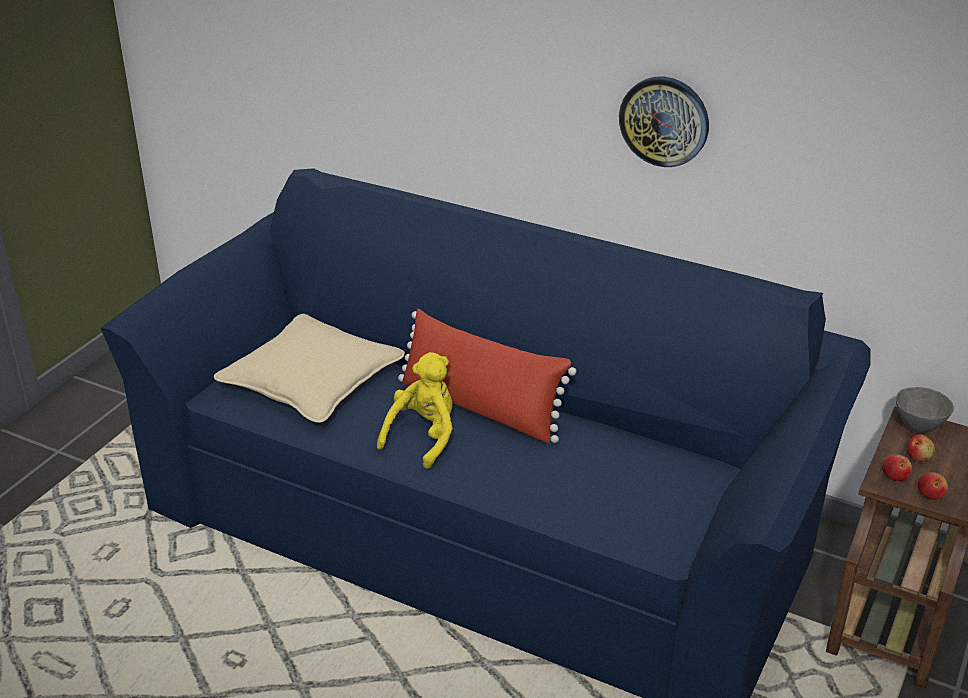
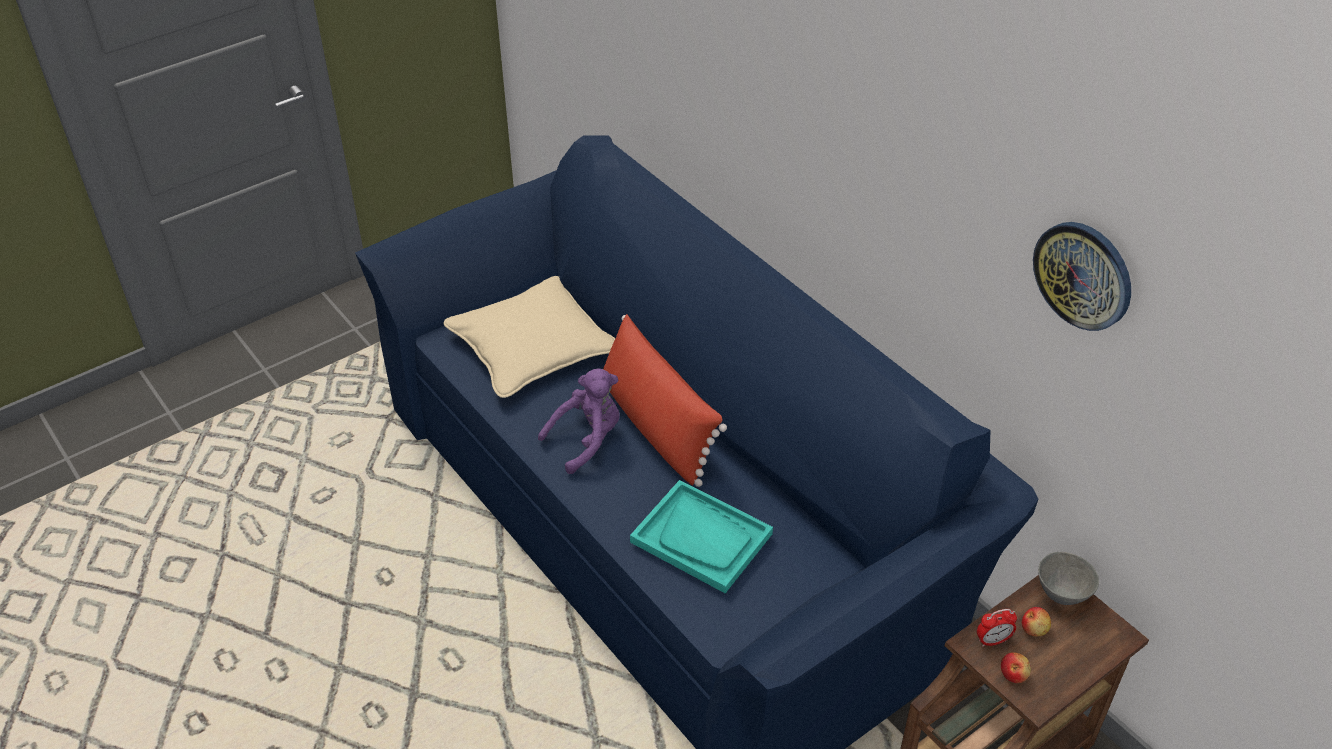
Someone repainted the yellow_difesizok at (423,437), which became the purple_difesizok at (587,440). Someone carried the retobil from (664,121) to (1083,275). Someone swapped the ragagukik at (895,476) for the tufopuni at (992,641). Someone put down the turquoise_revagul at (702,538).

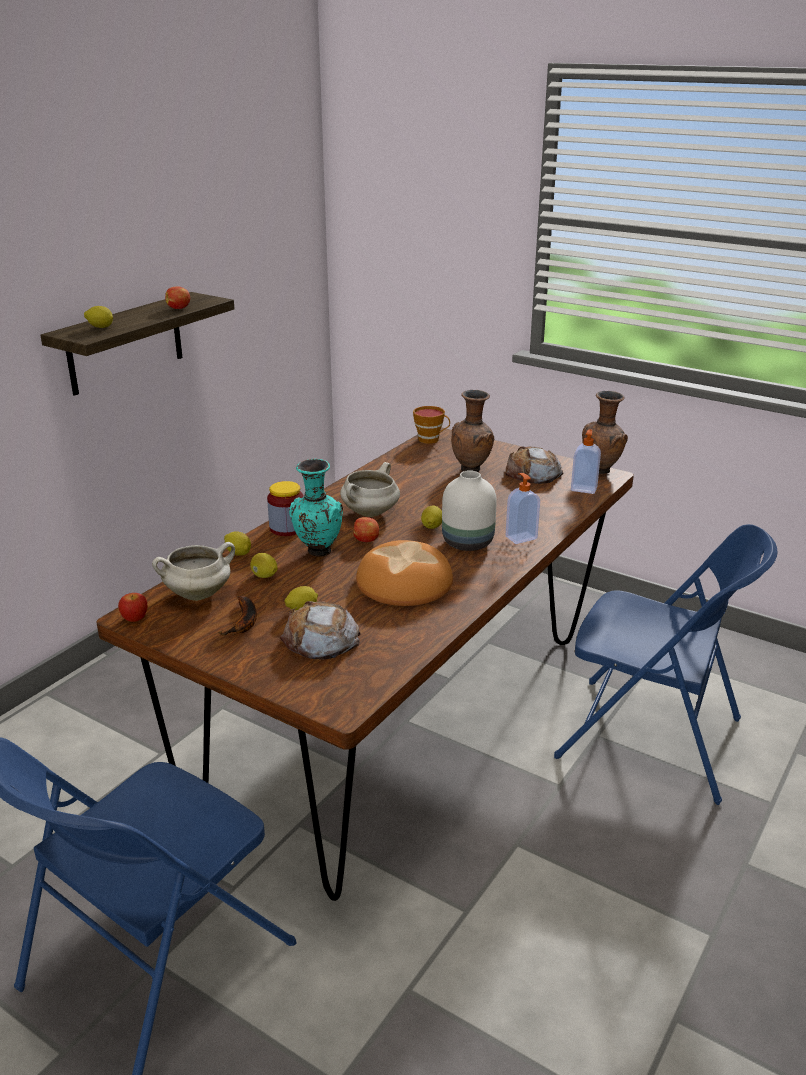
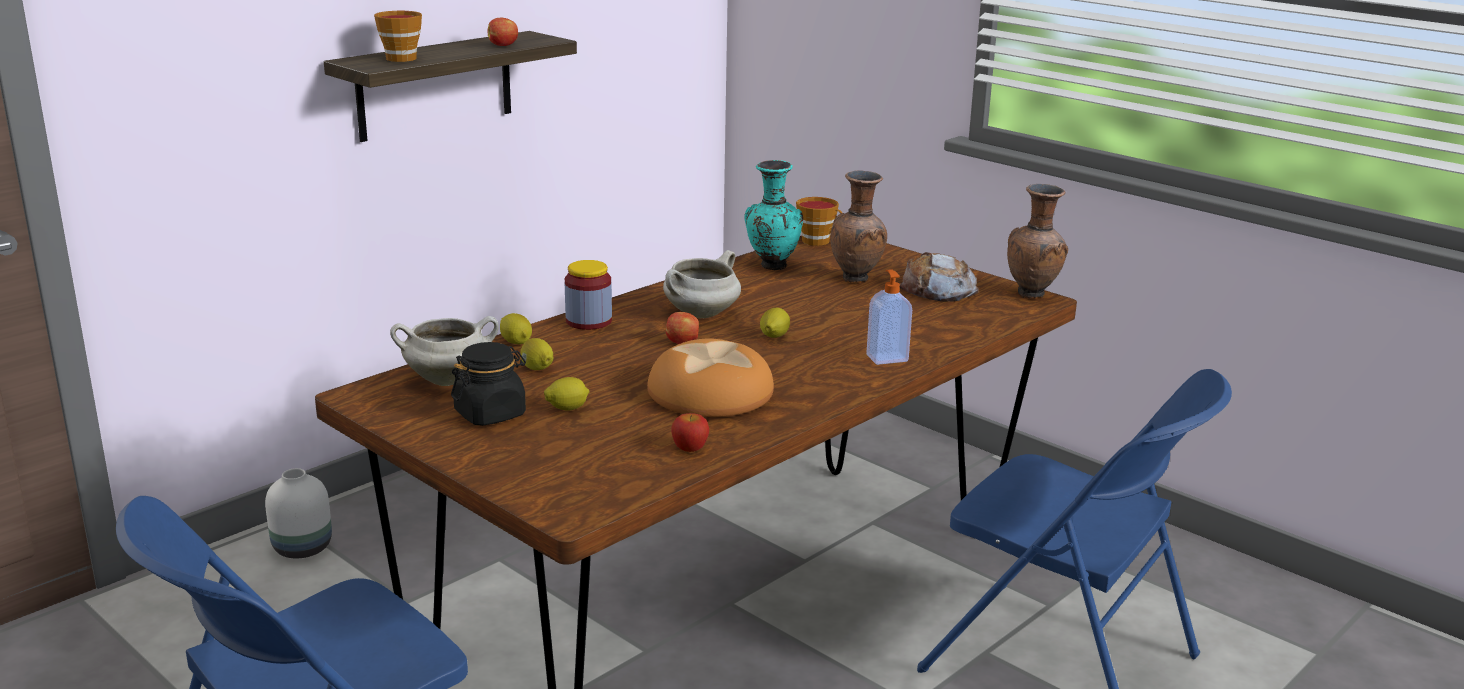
Someone swapped the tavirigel at (101,327) for the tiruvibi at (398,58). Someone carried the ragagukik from (135,618) to (690,448). Someone swapped the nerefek at (244,622) for the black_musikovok at (490,414). Someone took away the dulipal at (320,639). Someone carried the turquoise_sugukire from (317,552) to (771,267). Someone carried the white_sugukire from (466,543) to (301,548). Someone took away the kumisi at (584,488).

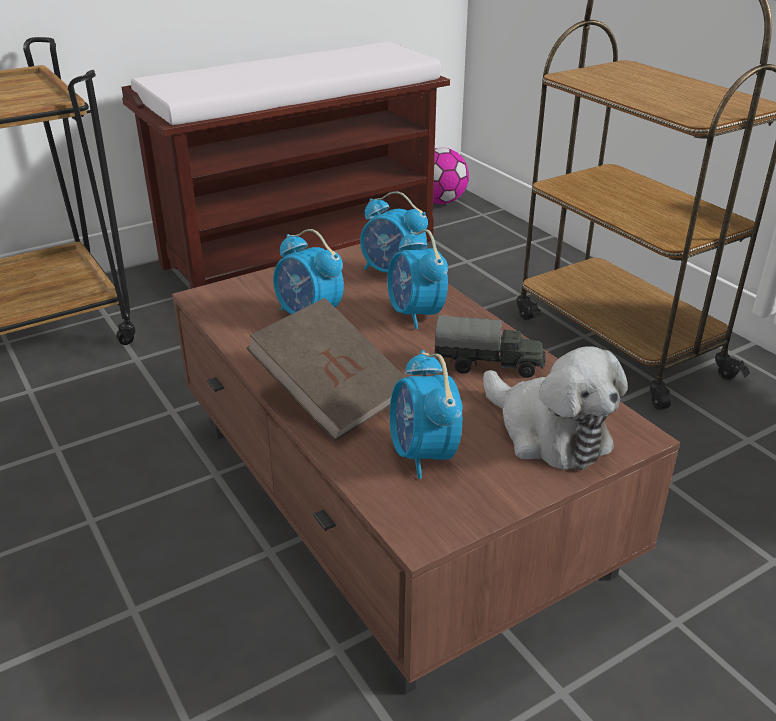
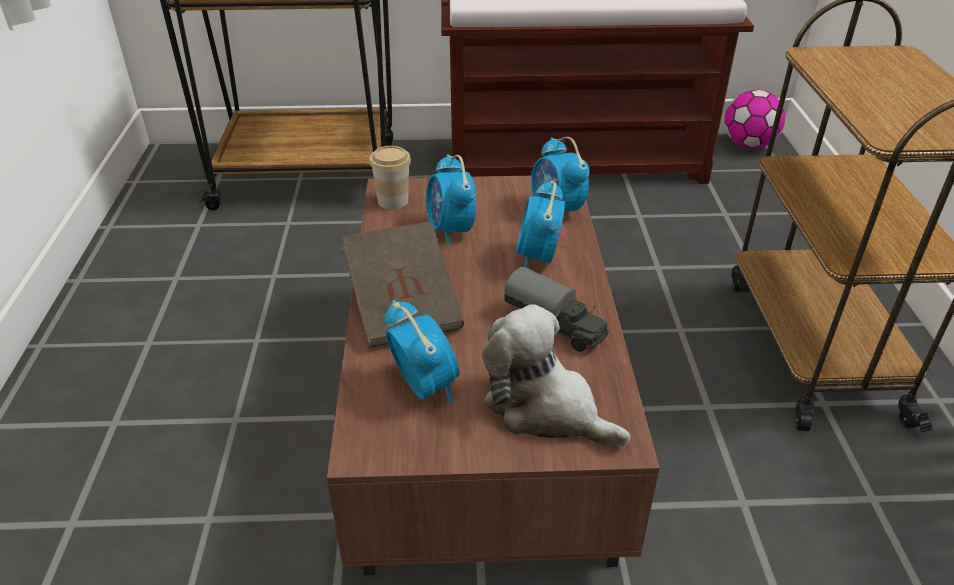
Someone rotated the tufopuni at (423,455) by 135 degrees clockwise. Someone rotated the difesizok at (548,432) by 135 degrees clockwise. Someone put down the tiruvibi at (393,201).

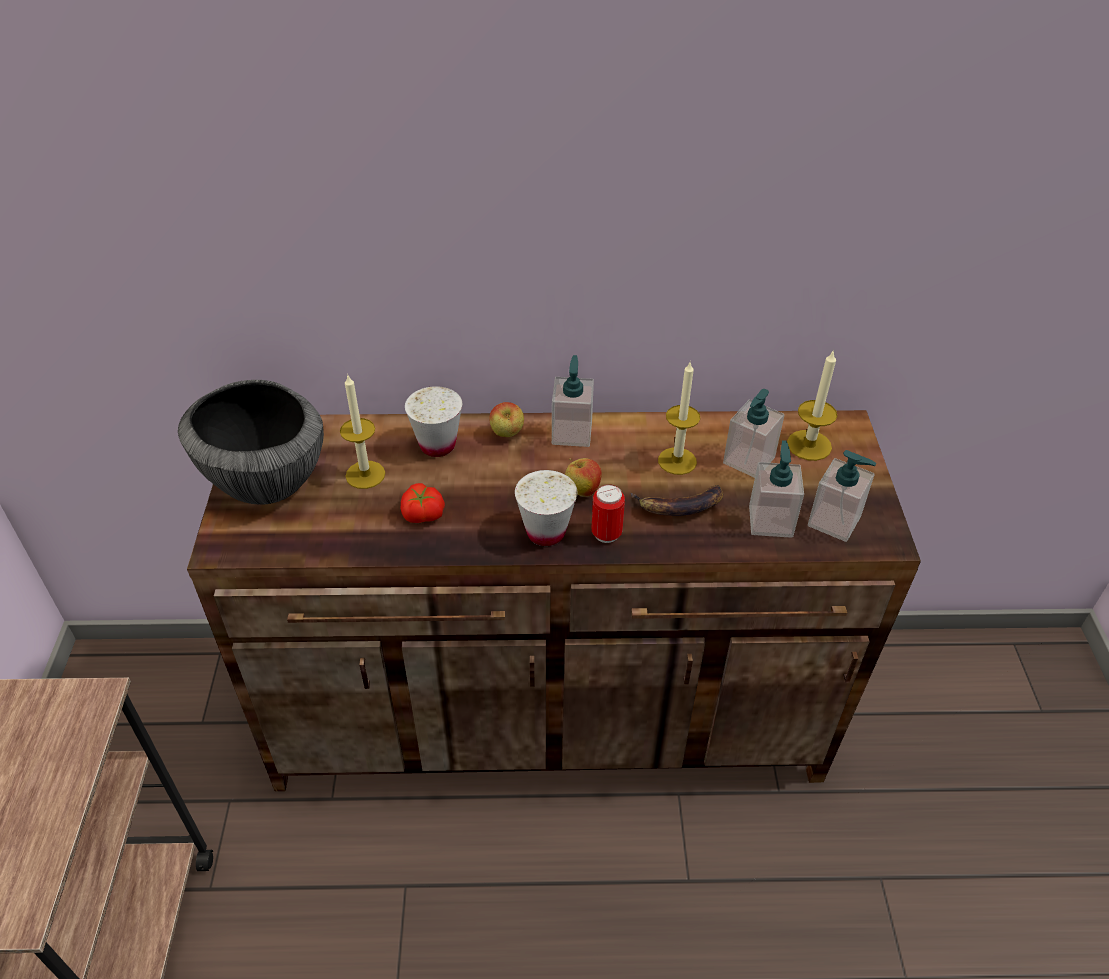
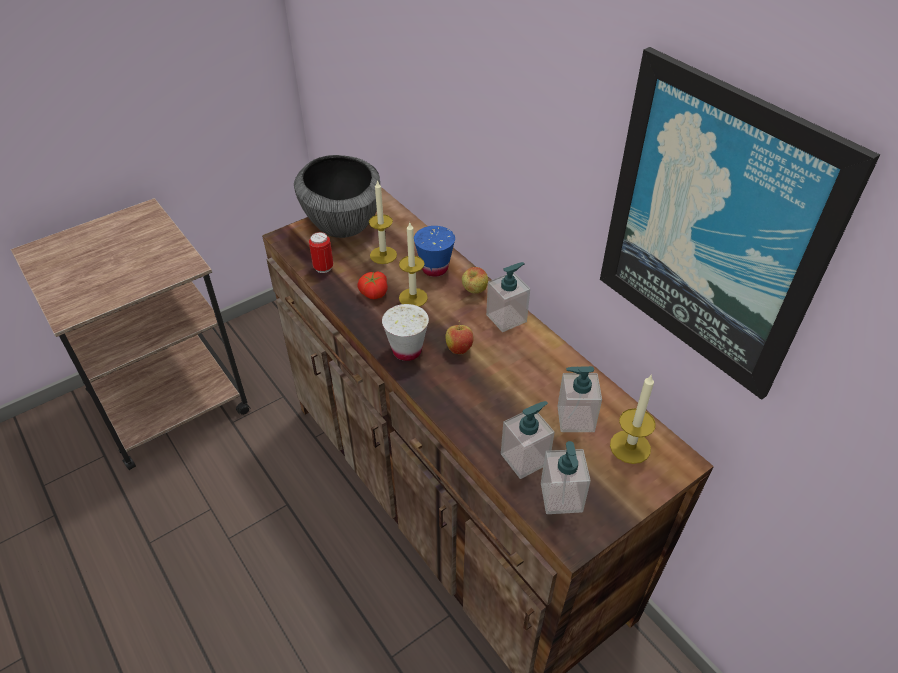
Someone repainted the white_tiruvibi at (437,445), which became the blue_tiruvibi at (435,269). Someone carried the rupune from (606,534) to (323,268). Someone took away the nerefek at (679,506). Someone carried the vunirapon from (677,461) to (413,298). Someone put up the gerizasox at (714,228).

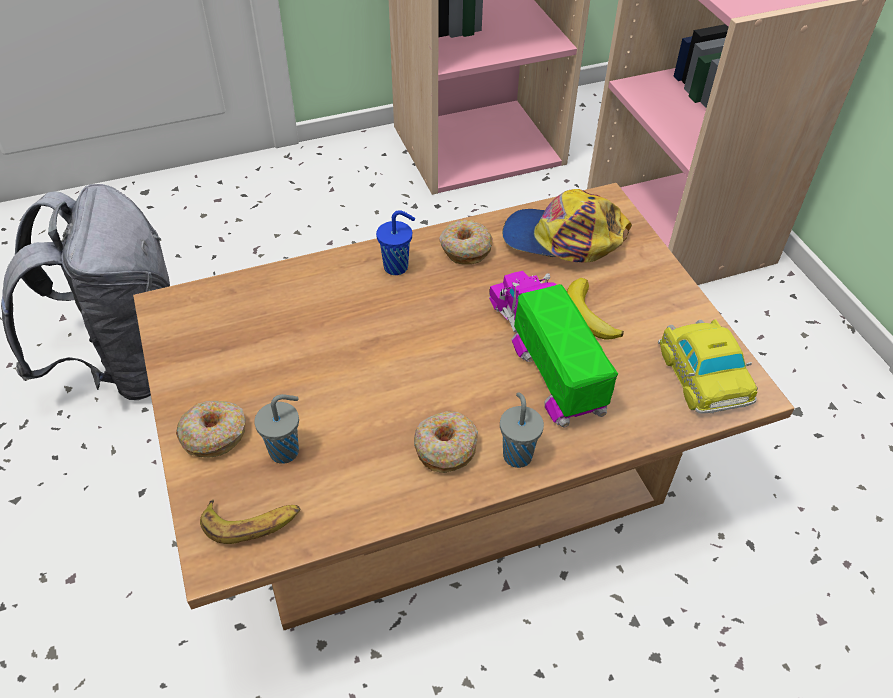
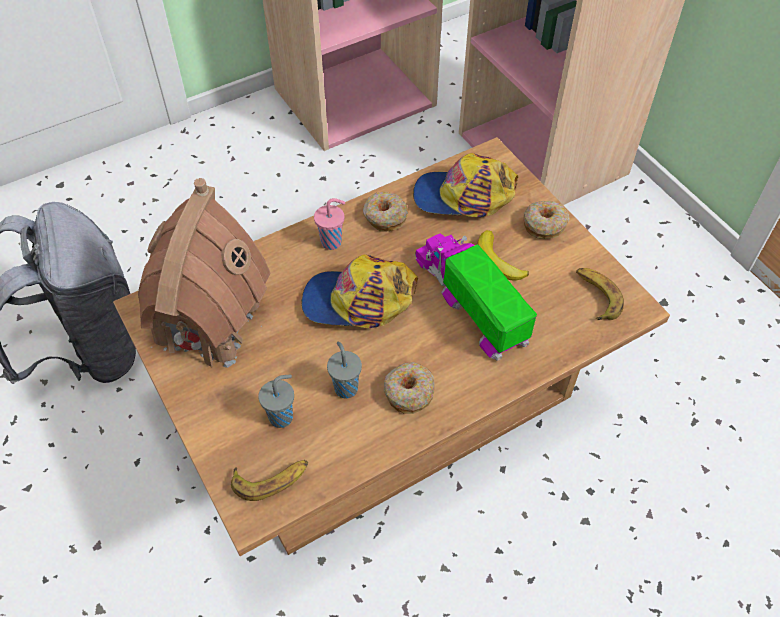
Someone carried the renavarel from (214,434) to (544,224). Someone repainted the blue_tiruvibi at (397,267), which became the pink_tiruvibi at (332,242). Someone carried the grey_tiruvibi from (517,454) to (345,387). Someone swapped the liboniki at (703,372) for the nerefek at (596,296). Someone put down the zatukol at (207,320). Someone put down the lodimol at (359,301).

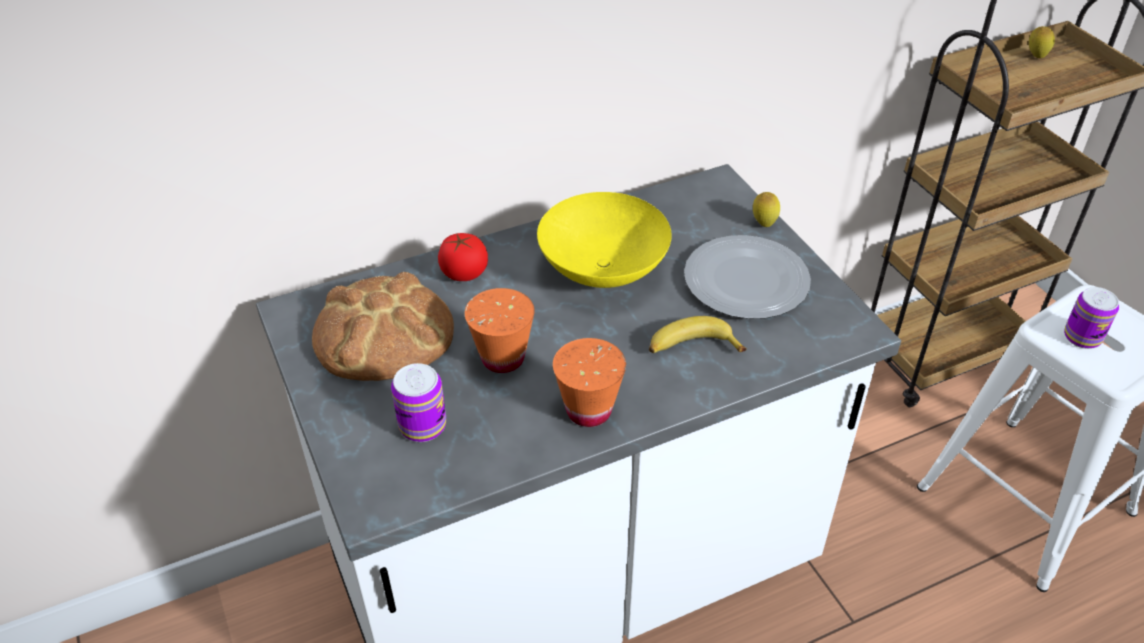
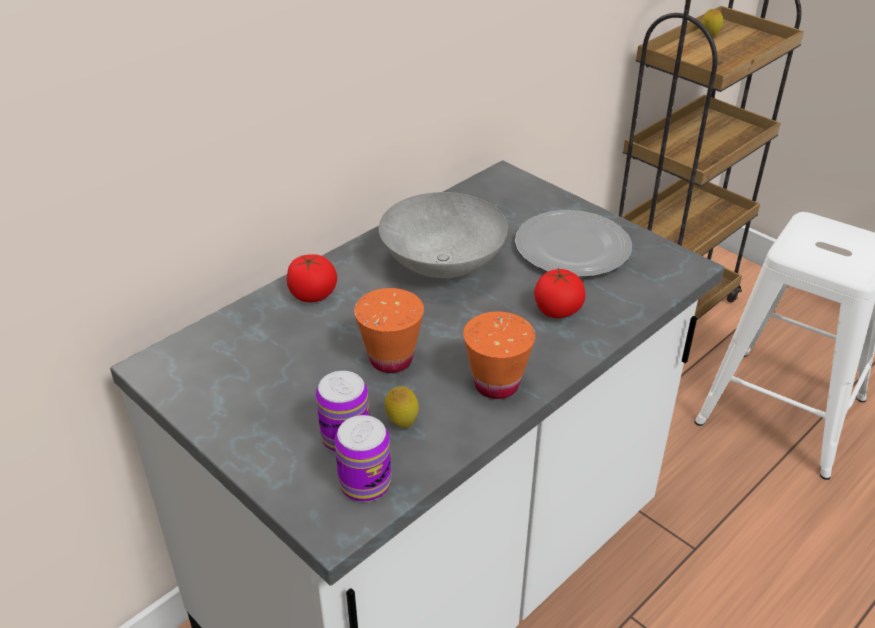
Someone took away the dulipal at (383,333). Someone repainted the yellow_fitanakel at (604,269), which became the grey_fitanakel at (443,264). Someone swapped the nerefek at (692,347) for the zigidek at (557,310). Someone carried the tavirigel from (764,224) to (402,423). Someone carried the rupune from (1082,337) to (365,484).

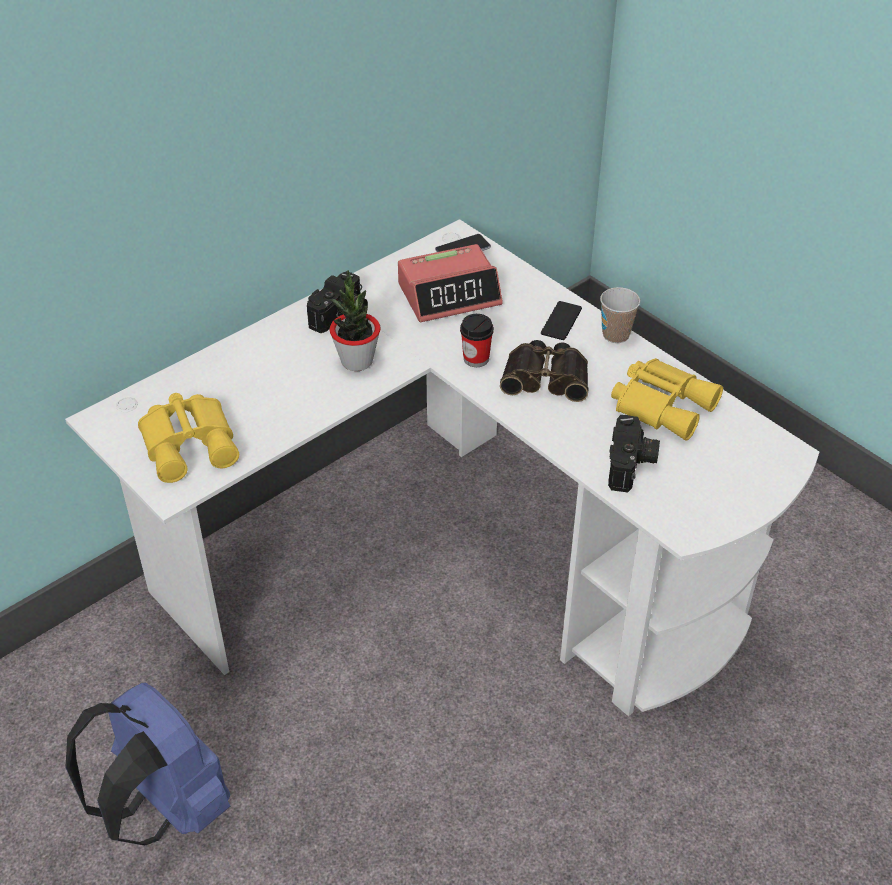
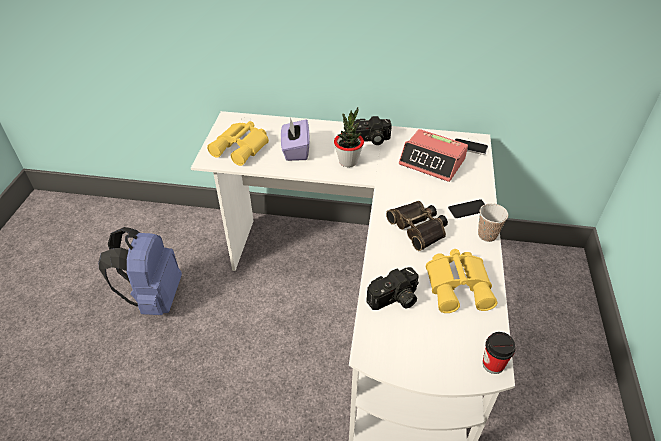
Someone carried the tiruvibi from (476,359) to (493,364). Someone put down the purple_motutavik at (295,150).

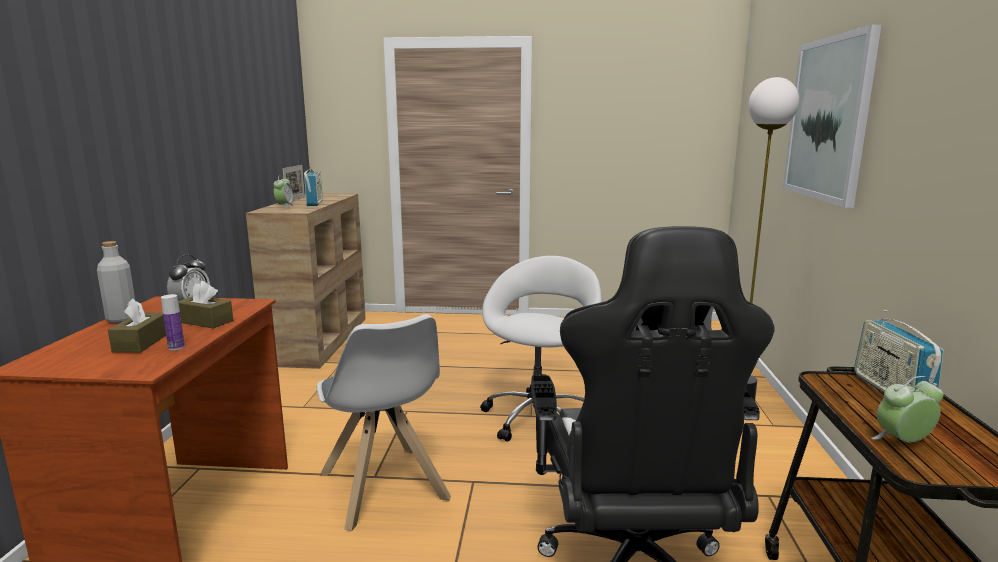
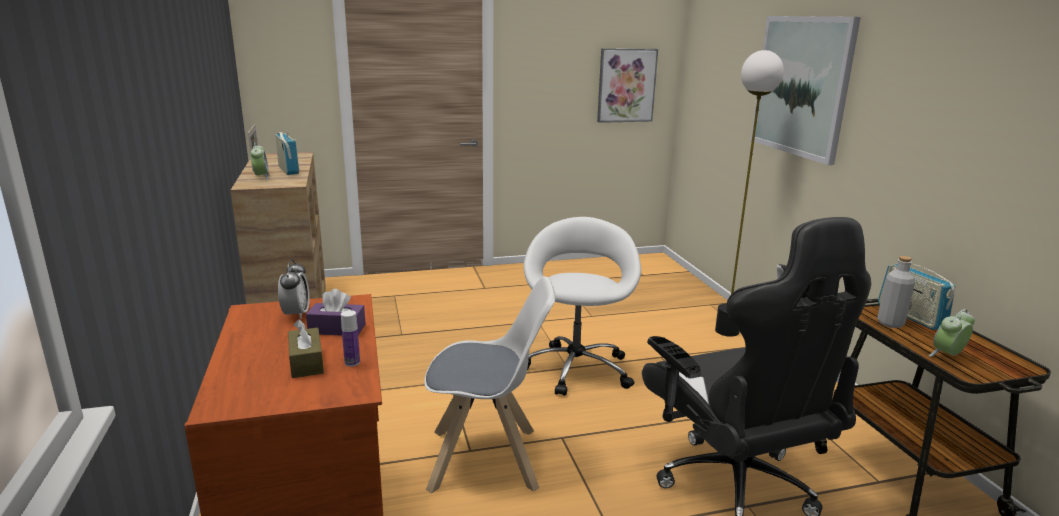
Someone carried the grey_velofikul from (122,319) to (890,323). Someone repainted the brown_motutavik at (205,321), which became the purple_motutavik at (337,329). Someone rotated the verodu at (384,488) by 45 degrees counterclockwise. Someone put up the gerizasox at (626,85).

